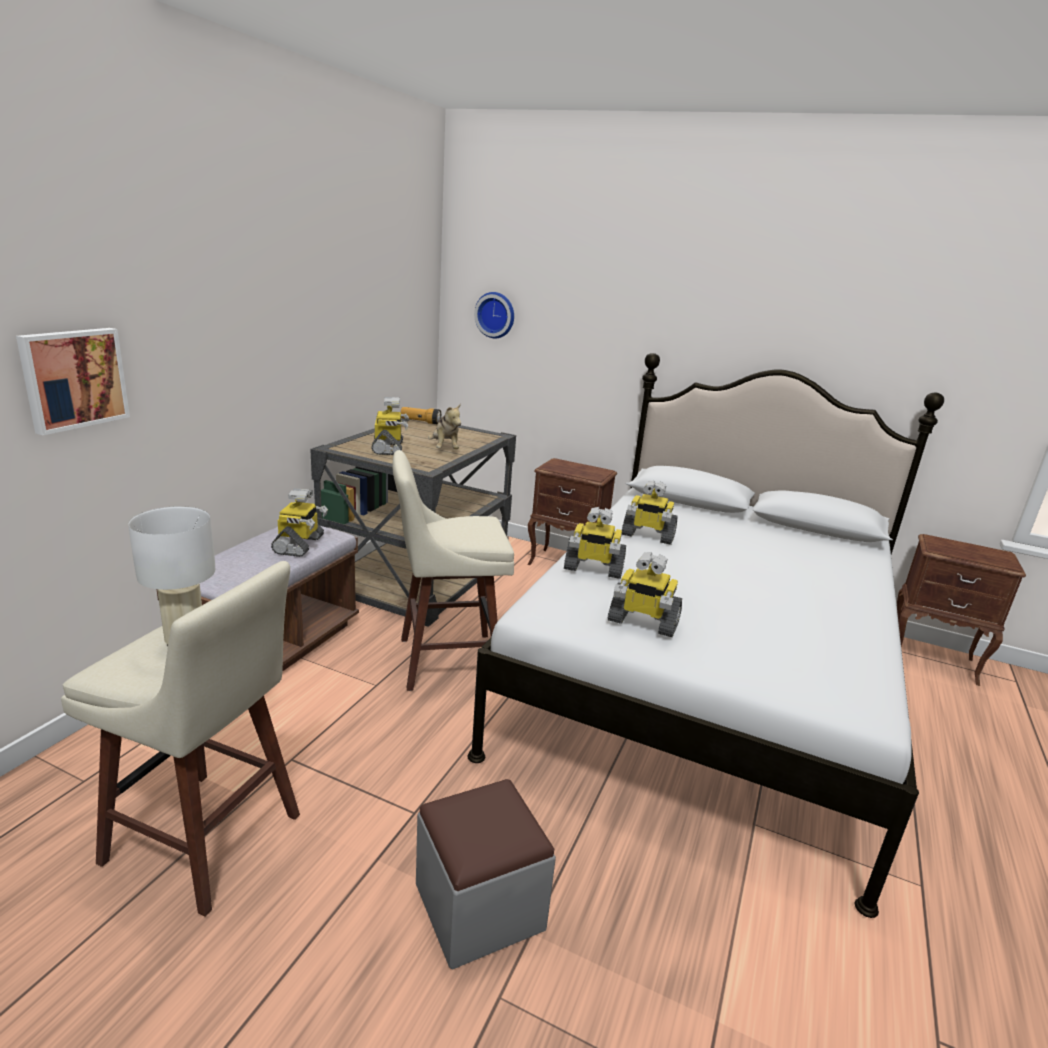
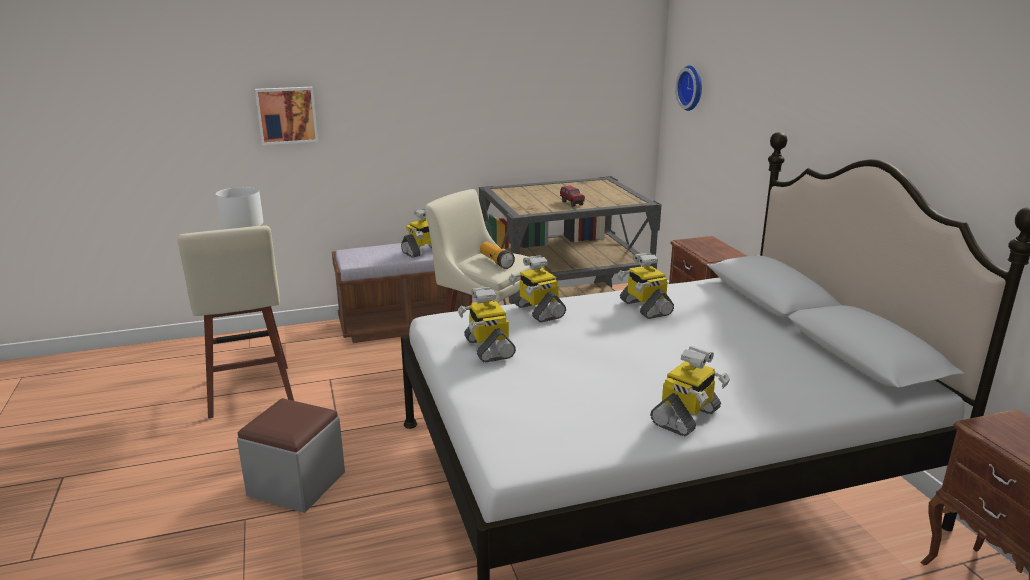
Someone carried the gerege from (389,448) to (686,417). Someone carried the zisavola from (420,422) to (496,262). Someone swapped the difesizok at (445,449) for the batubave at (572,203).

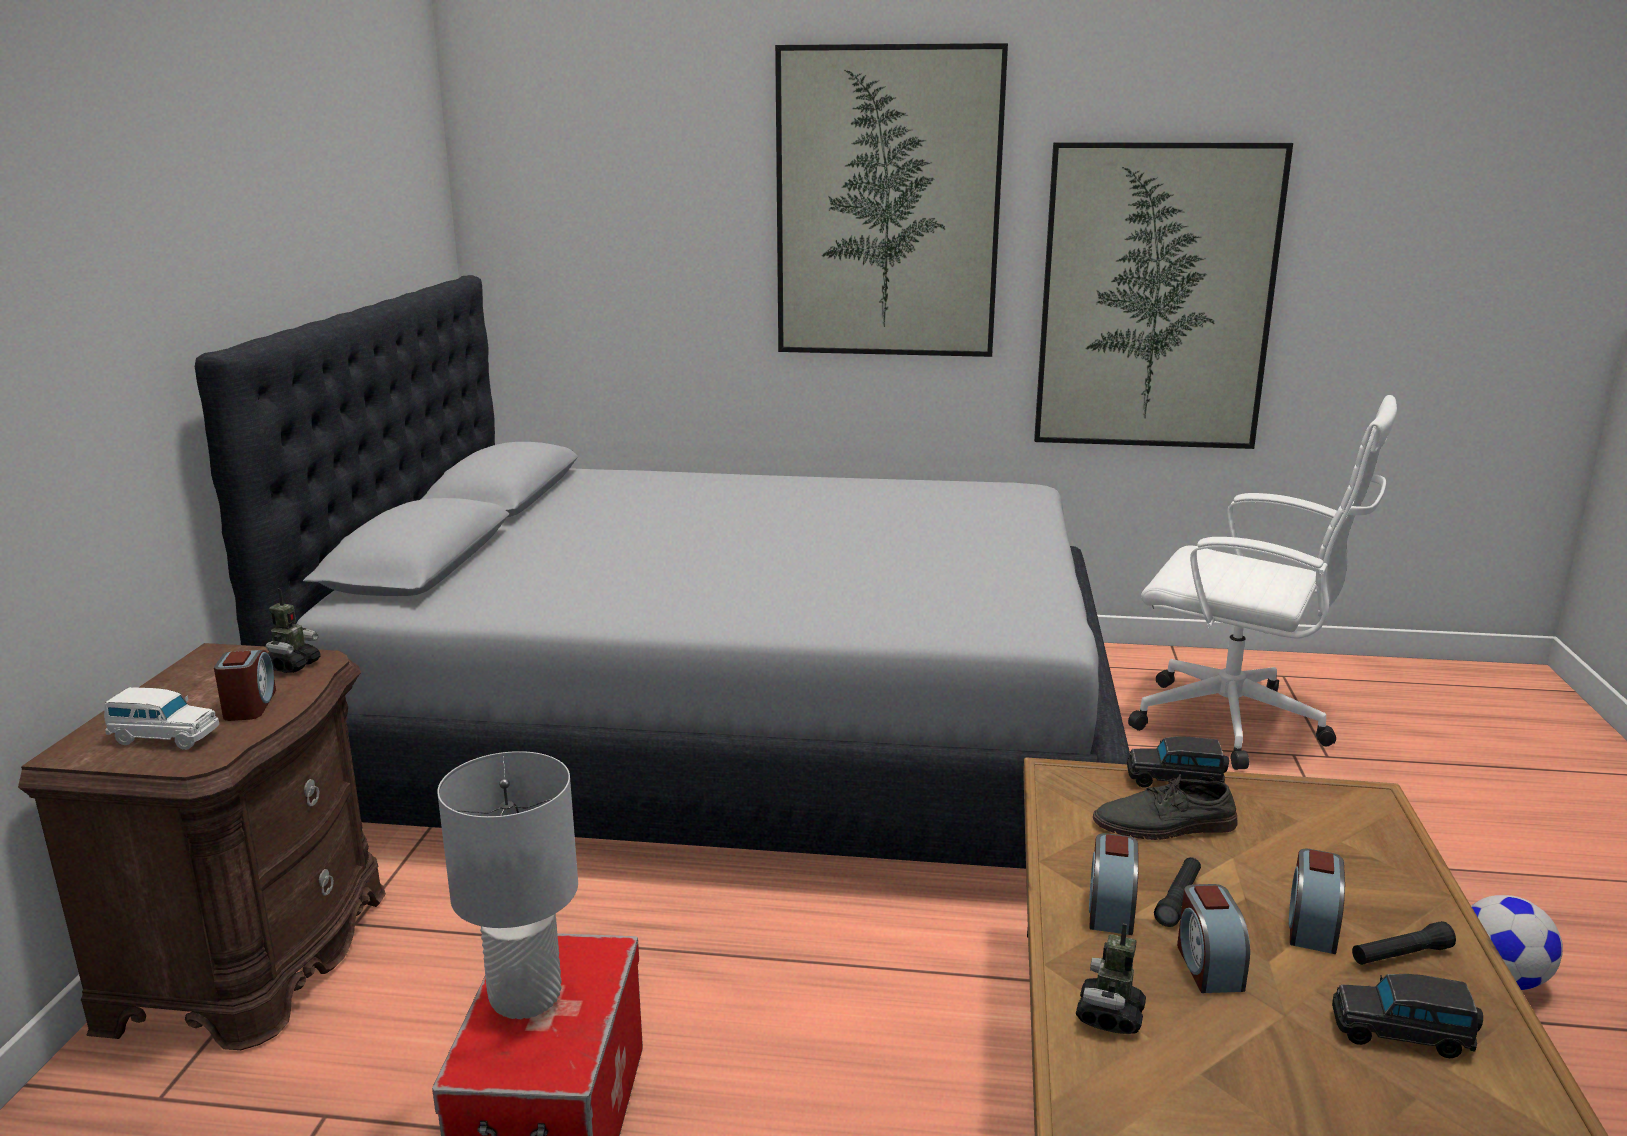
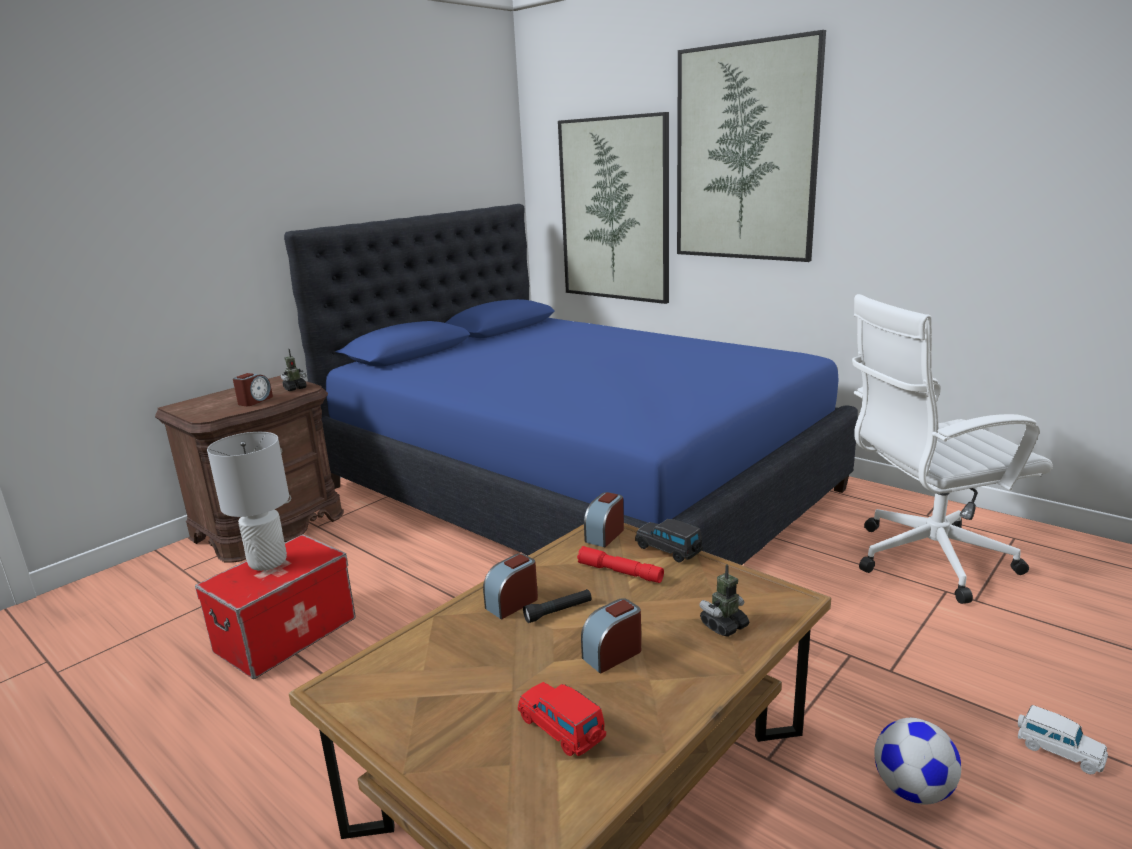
Someone carried the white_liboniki from (163,737) to (1058,751). Someone repainted the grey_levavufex at (731,738), which became the blue_levavufex at (576,488). Someone carried the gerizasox from (1155,299) to (614,210). Someone carried the gerege from (1109,1016) to (724,626). Someone swapped the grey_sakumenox at (1164,825) for the red_zisavola at (620,572). Someone rotated the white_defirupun at (1238,725) by 105 degrees clockwise. Someone carried the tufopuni from (1208,965) to (605,535). Someone repainted the black_liboniki at (1402,1035), which became the red_liboniki at (562,730). Someone took away the black_zisavola at (1400,955).

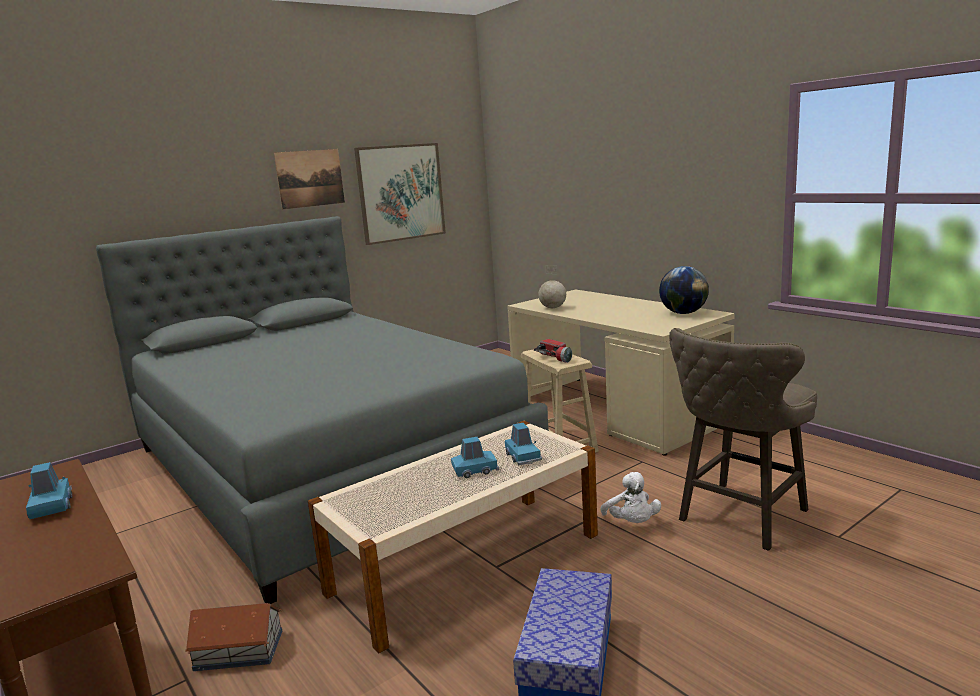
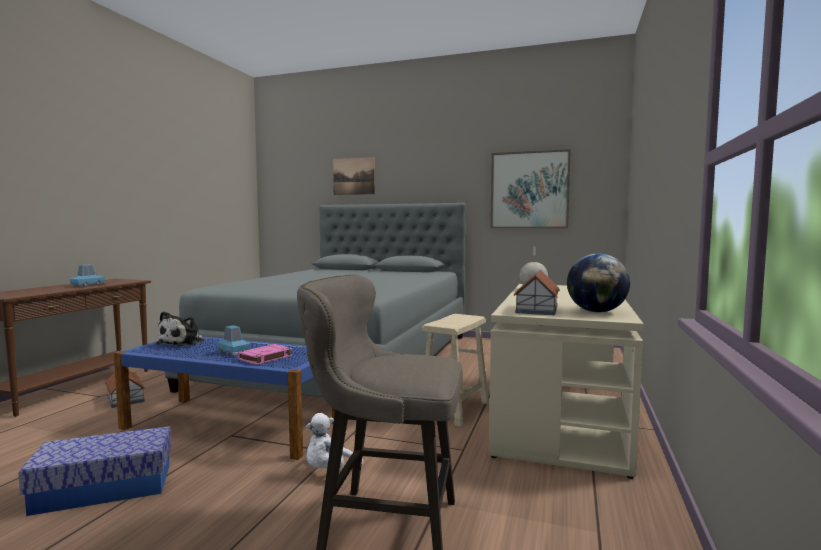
Someone carried the gerizasox from (310,178) to (354,176). Someone repainted the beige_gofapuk at (465,562), which became the blue_gofapuk at (233,425). Someone swapped the blue_liboniki at (522,456) for the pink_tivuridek at (265,358). Someone took away the zisavola at (555,358). Someone put down the difesizok at (183,342). Someone put down the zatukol at (536,309).

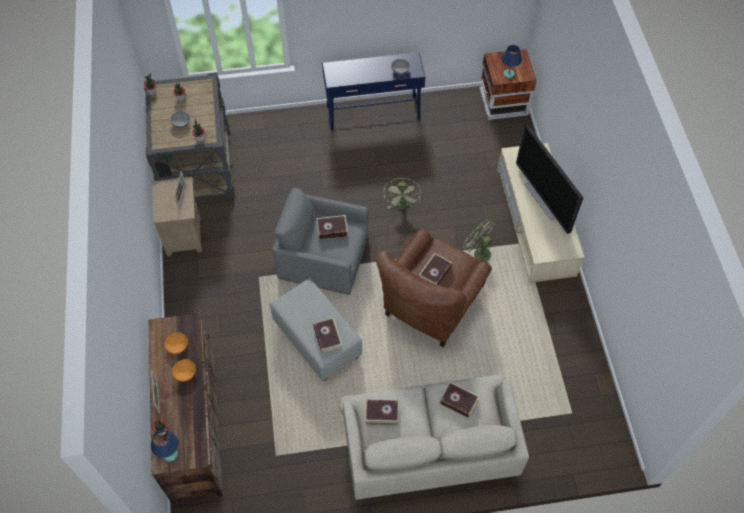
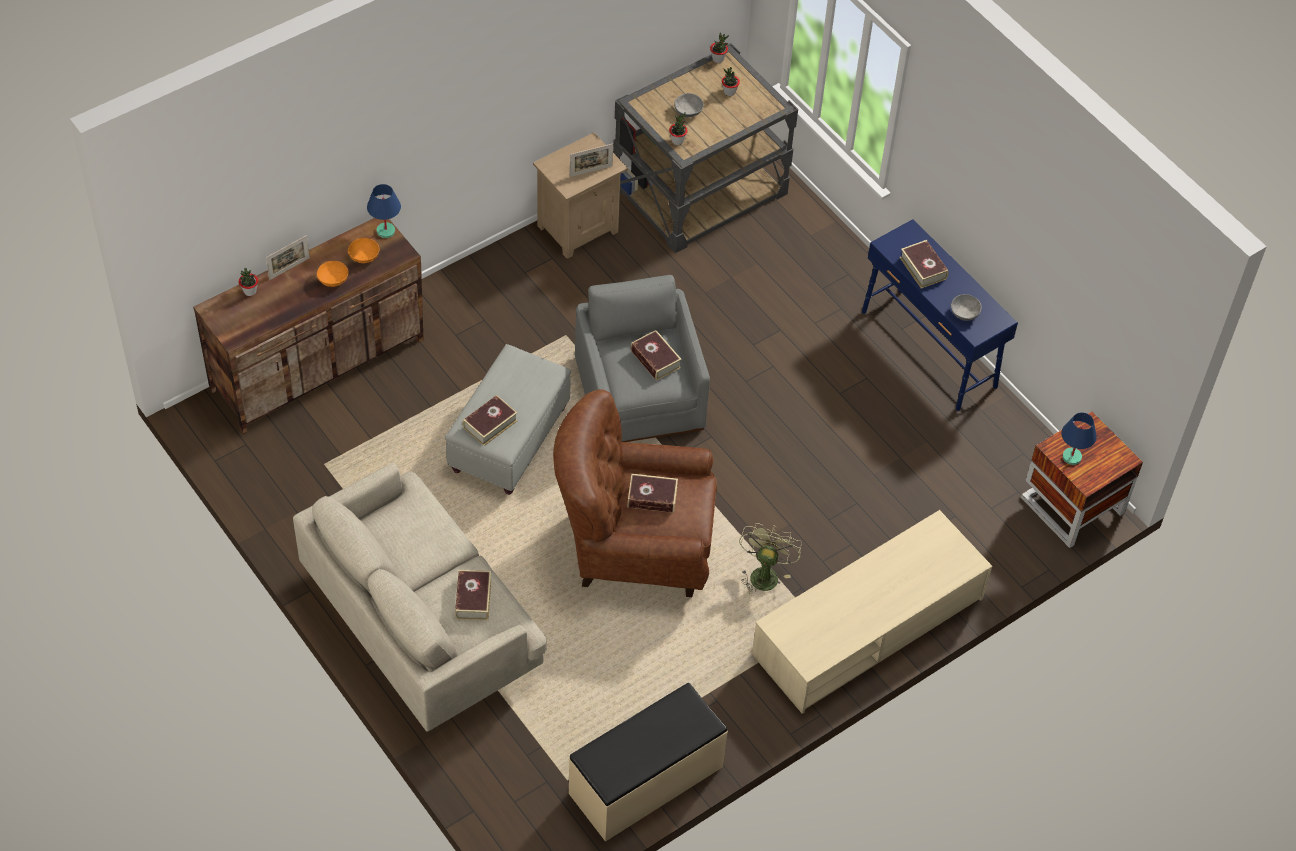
Someone carried the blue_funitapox from (170,454) to (386,231). Someone carried the tivuridek from (381,414) to (923,268). Someone took away the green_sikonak at (402,206). Someone took away the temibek at (544,199). Someone put down the beige_gofapuk at (646,781).

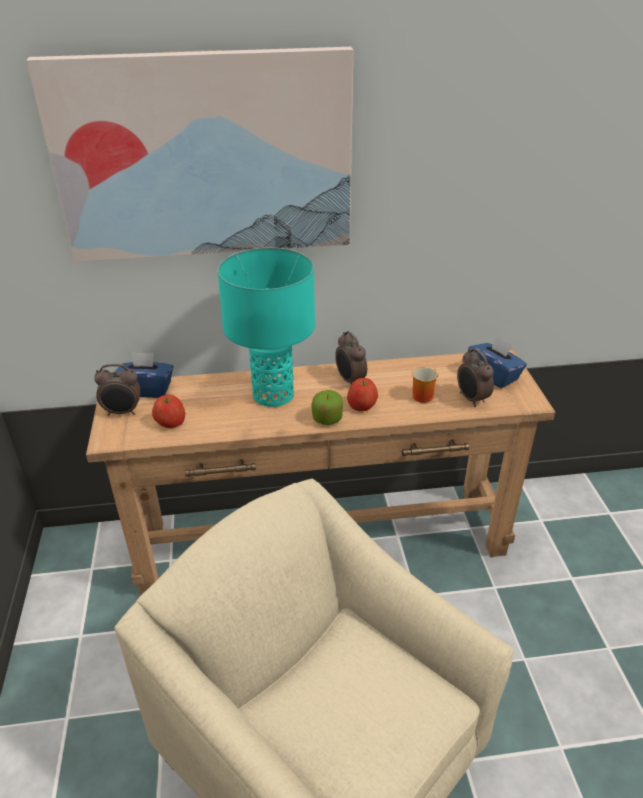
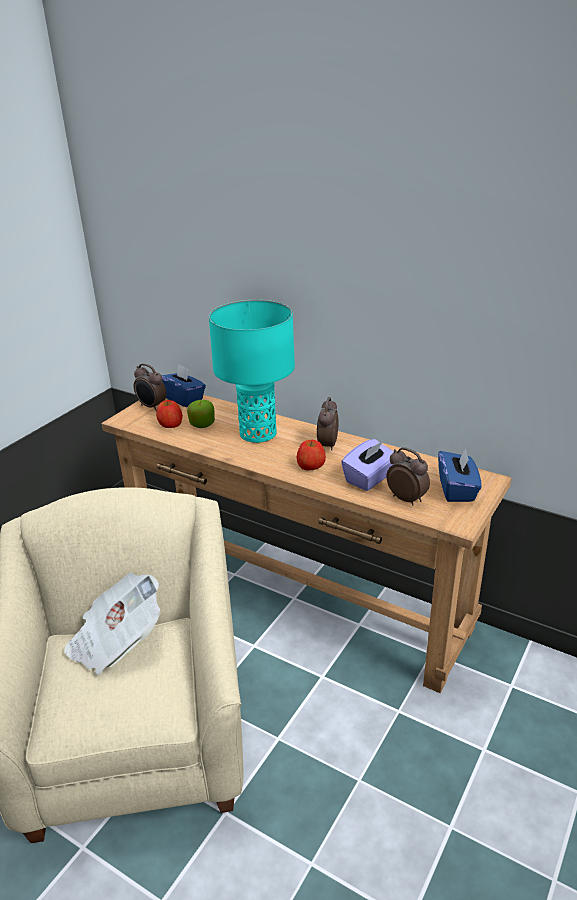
Someone took away the gerizasox at (205,157). Someone carried the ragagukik from (327,419) to (202,424). Someone swapped the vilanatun at (422,394) for the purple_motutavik at (370,478). Someone rotated the tufopuni at (471,399) by 120 degrees clockwise. Someone put down the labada at (116,641).

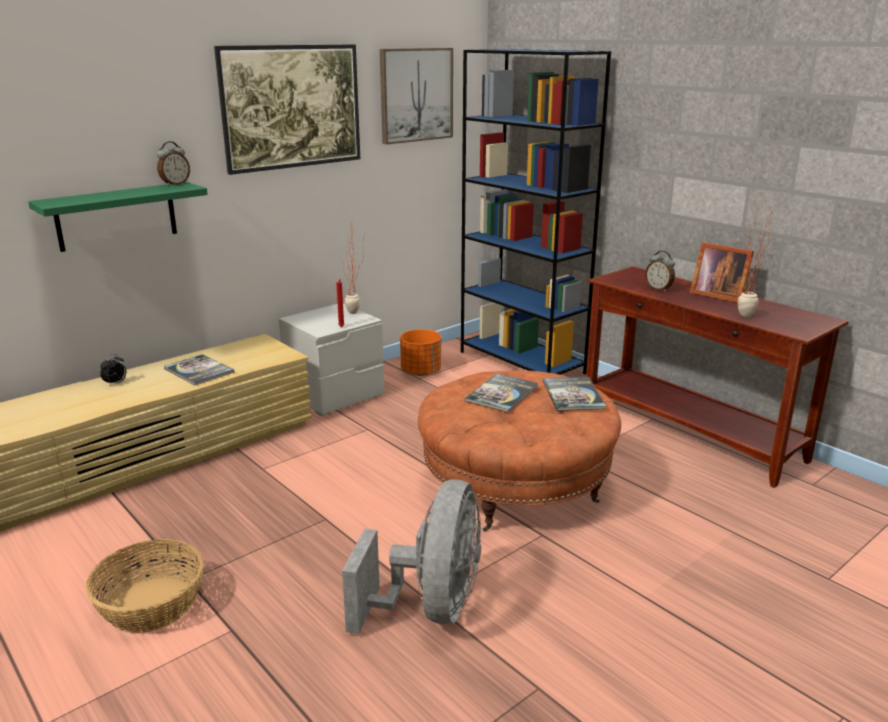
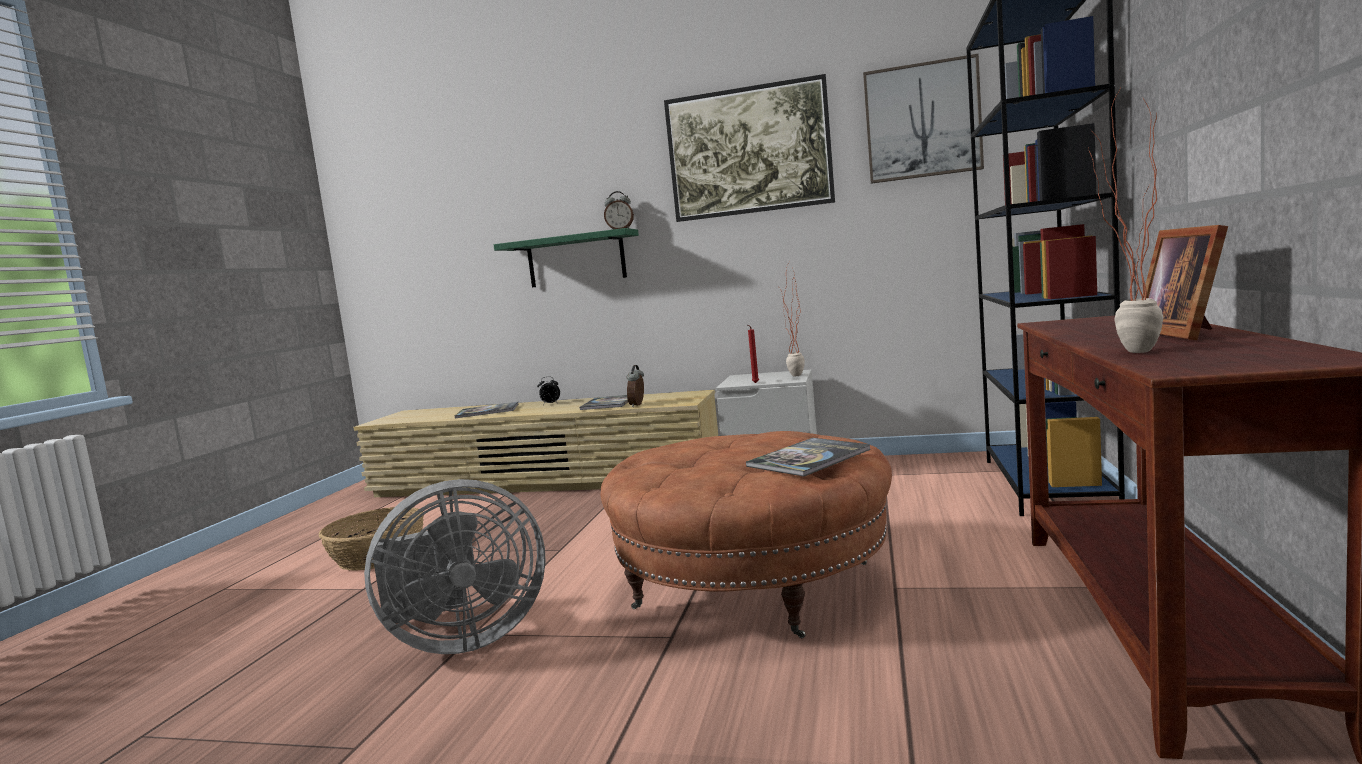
Someone took away the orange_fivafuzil at (421,372). Someone carried the tivuridek from (502,394) to (487,411). Someone carried the tufopuni from (658,289) to (638,405).

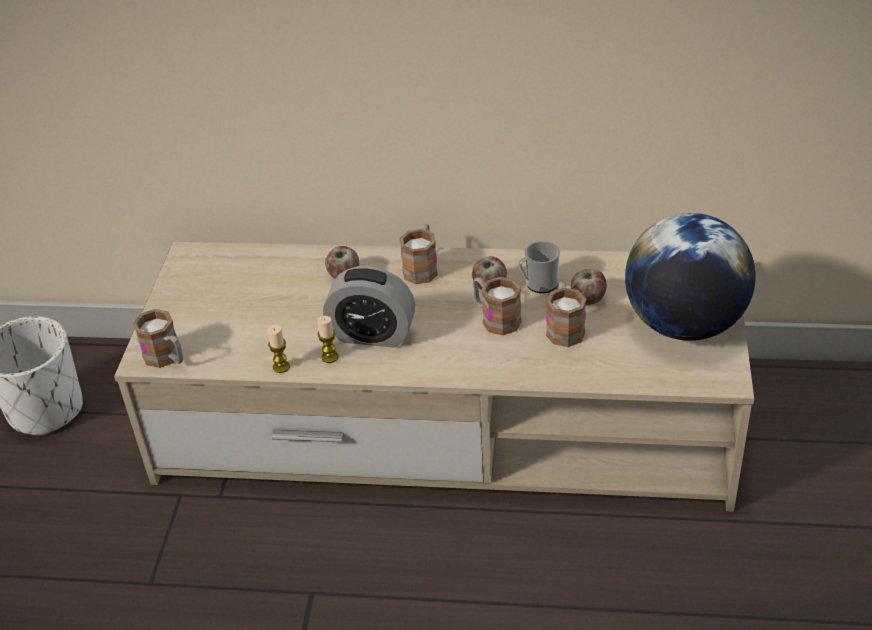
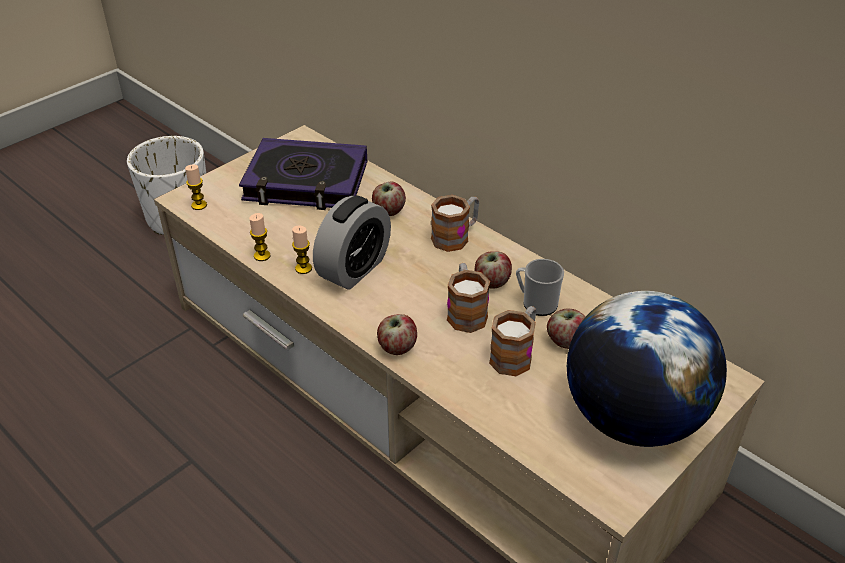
Someone swapped the vilanatun at (167,358) for the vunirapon at (199,205). Someone rotated the tufopuni at (372,334) by 105 degrees counterclockwise. Someone put down the tivuridek at (306,182). Someone put down the ragagukik at (397,347).

